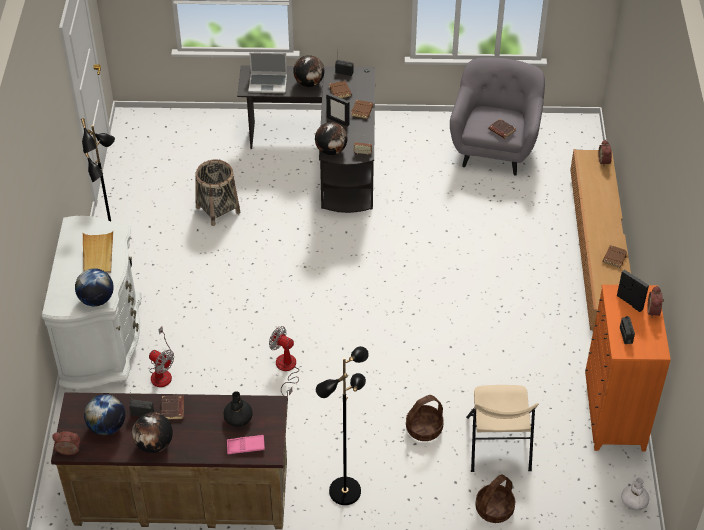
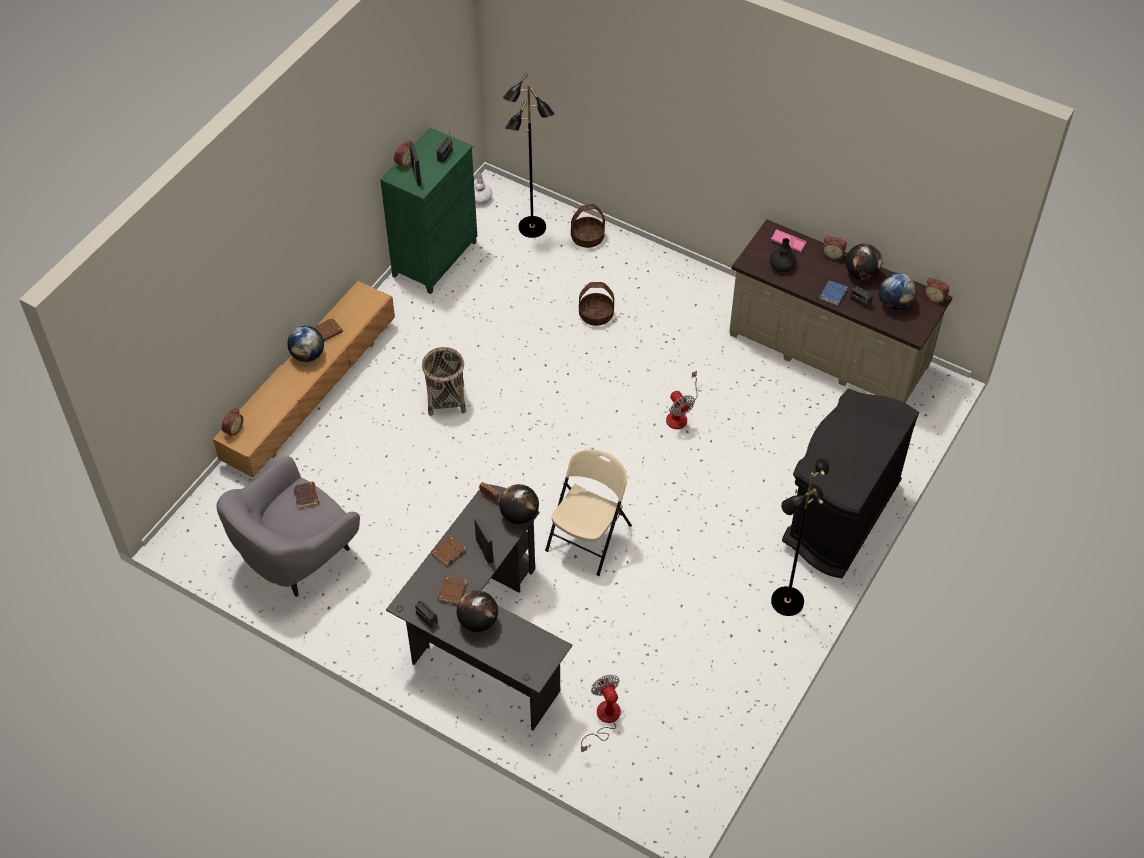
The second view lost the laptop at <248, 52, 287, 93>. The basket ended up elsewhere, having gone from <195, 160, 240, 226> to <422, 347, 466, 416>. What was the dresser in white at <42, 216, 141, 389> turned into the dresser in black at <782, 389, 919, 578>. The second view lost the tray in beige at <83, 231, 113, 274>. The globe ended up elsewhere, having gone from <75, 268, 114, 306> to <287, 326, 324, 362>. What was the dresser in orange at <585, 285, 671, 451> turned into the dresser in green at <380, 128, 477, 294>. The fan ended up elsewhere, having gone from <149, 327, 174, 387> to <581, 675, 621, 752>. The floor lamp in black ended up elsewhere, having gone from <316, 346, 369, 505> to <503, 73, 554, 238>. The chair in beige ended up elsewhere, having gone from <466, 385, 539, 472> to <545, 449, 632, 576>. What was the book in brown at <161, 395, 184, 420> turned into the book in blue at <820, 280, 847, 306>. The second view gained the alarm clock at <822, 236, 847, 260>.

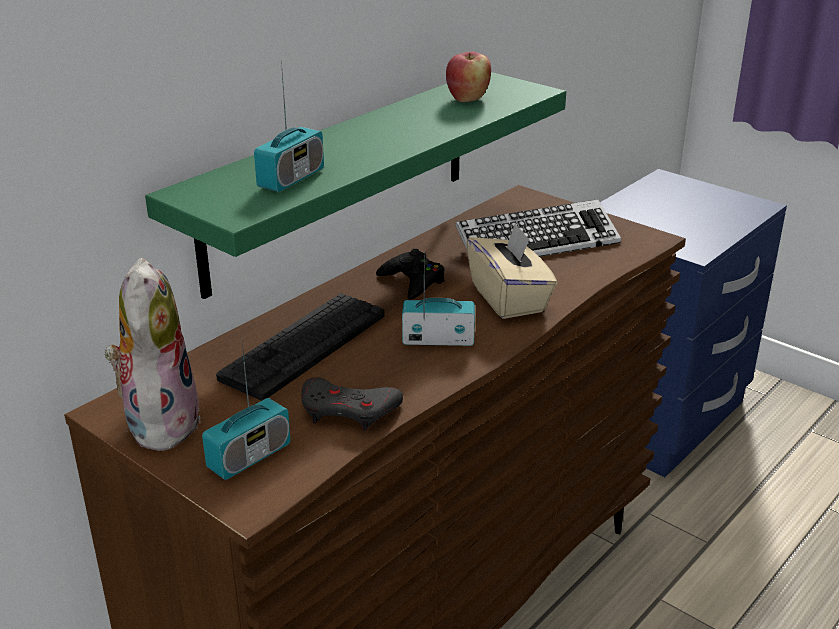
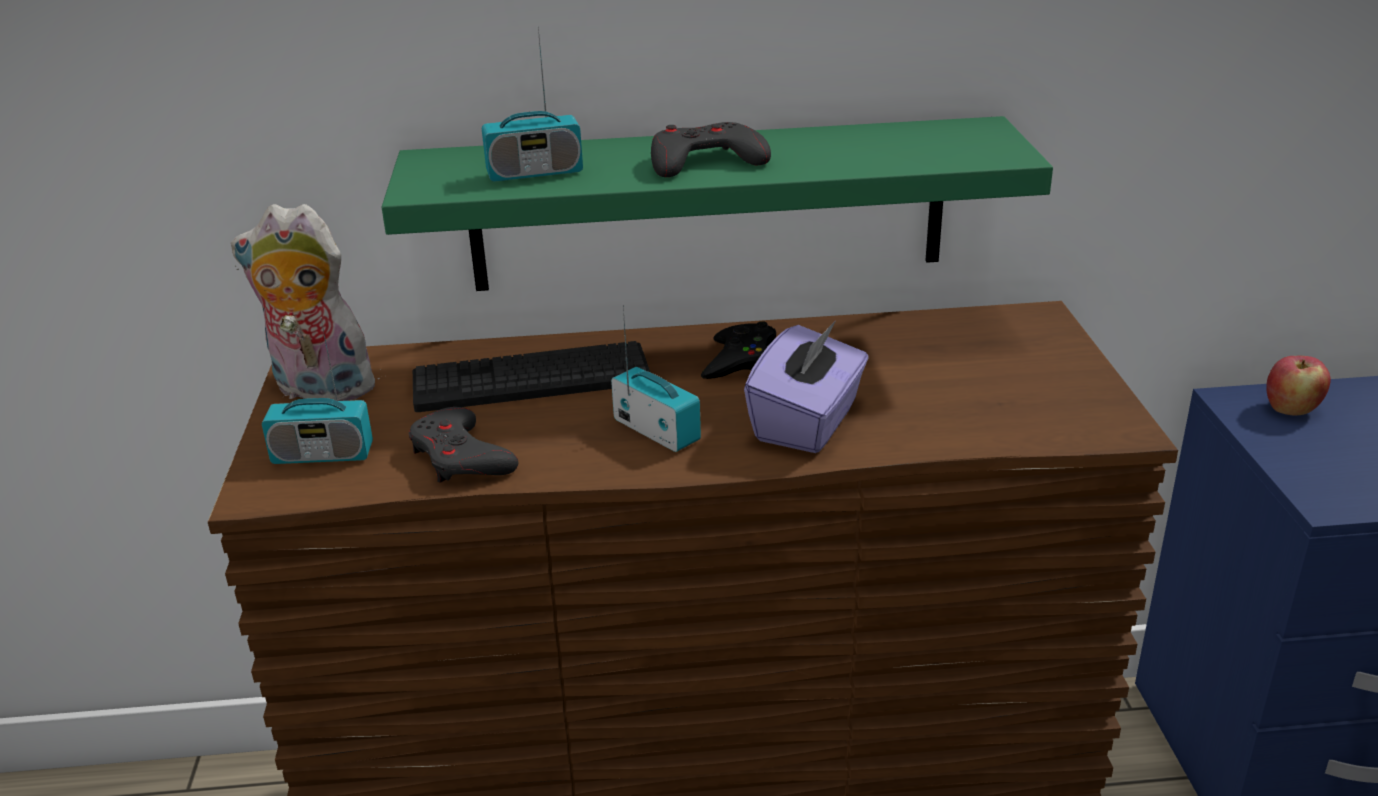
The apple ended up elsewhere, having gone from <446, 52, 491, 102> to <1266, 356, 1331, 416>. The second view lost the keyboard at <455, 199, 621, 257>. What was the tissue box in beige at <467, 222, 557, 319> turned into the tissue box in purple at <744, 321, 869, 453>. The plush toy at <105, 258, 201, 451> ended up facing another way, 120 degrees counterclockwise from before. The second view gained the game controller in grey at <651, 122, 771, 177>.

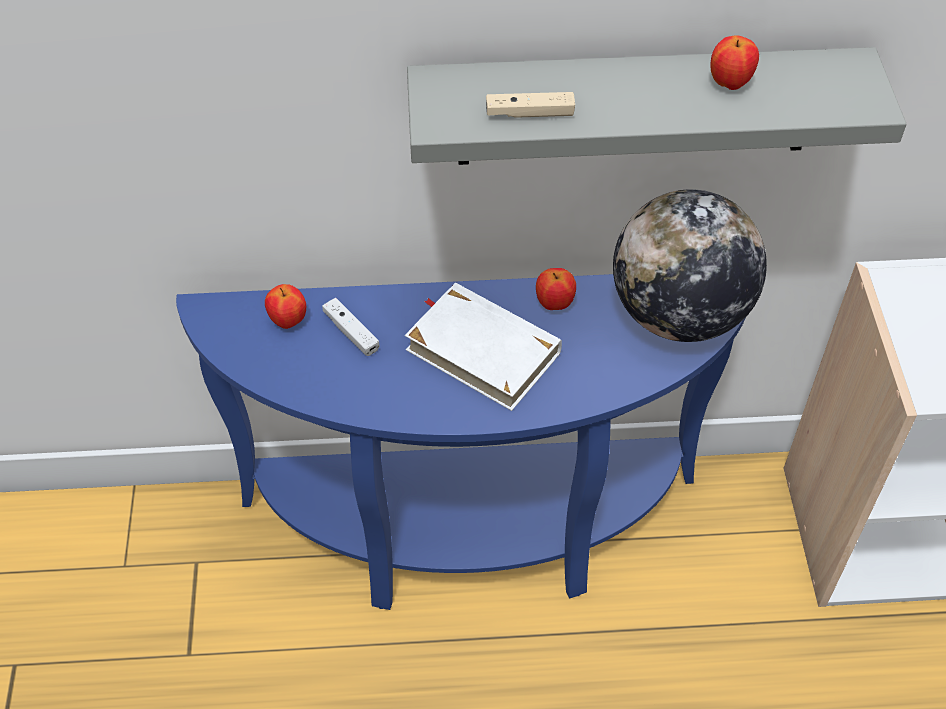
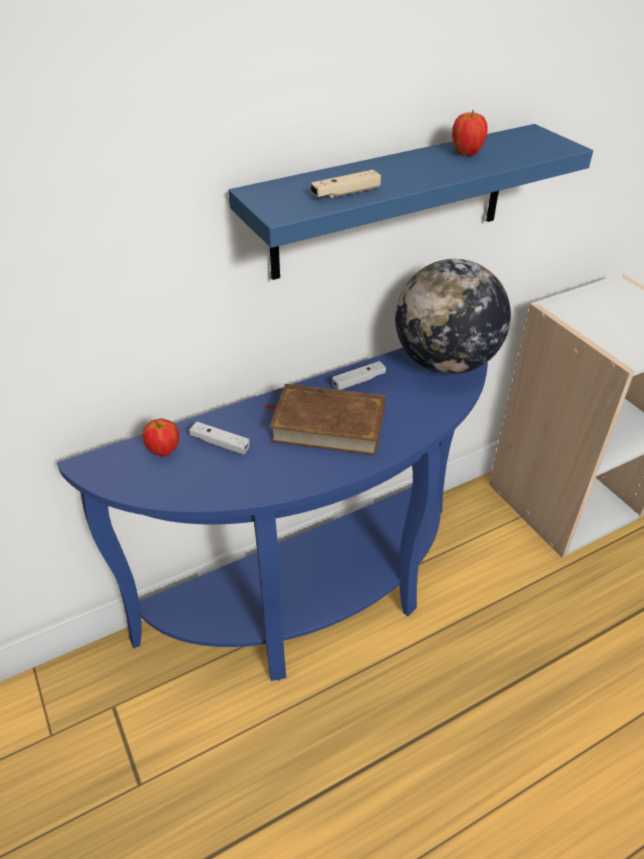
What was the shelf in grey at <407, 47, 906, 165> turned into the shelf in blue at <228, 124, 593, 280>. Where the apple stood at <536, 268, 576, 310>, the game controller in white came to stand at <332, 361, 386, 390>. What was the book in white at <405, 283, 562, 411> turned into the book in brown at <264, 384, 386, 455>.

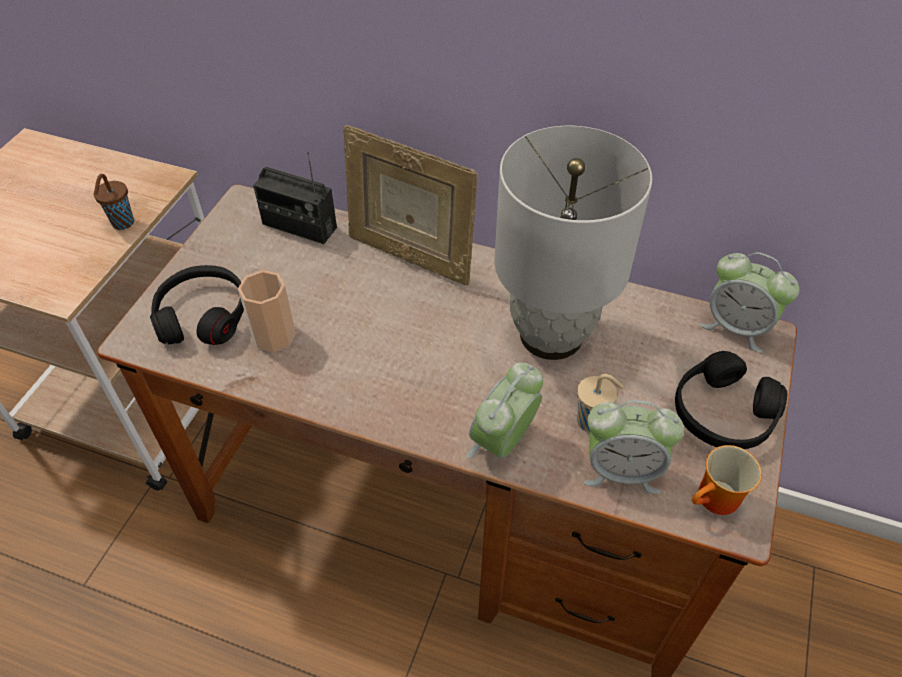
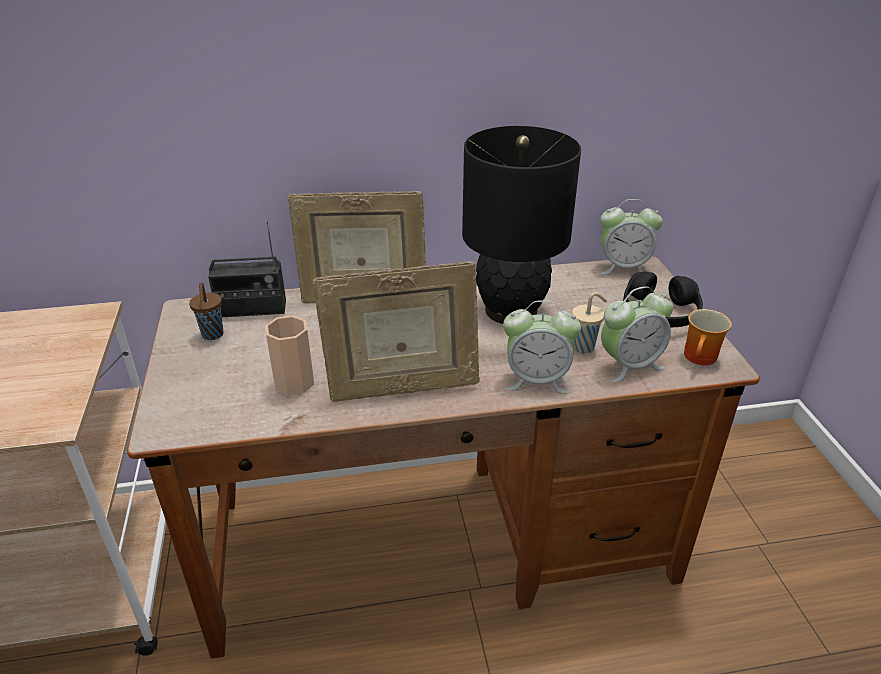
What was the table lamp in white at <494, 126, 652, 360> turned into the table lamp in black at <462, 126, 581, 324>. The cup in brown ended up elsewhere, having gone from <94, 174, 134, 230> to <189, 282, 223, 340>. The second view lost the headphones in black at <150, 265, 244, 345>. The alarm clock at <467, 363, 543, 459> ended up facing another way, 90 degrees counterclockwise from before. The second view gained the picture frame at <312, 261, 480, 402>.

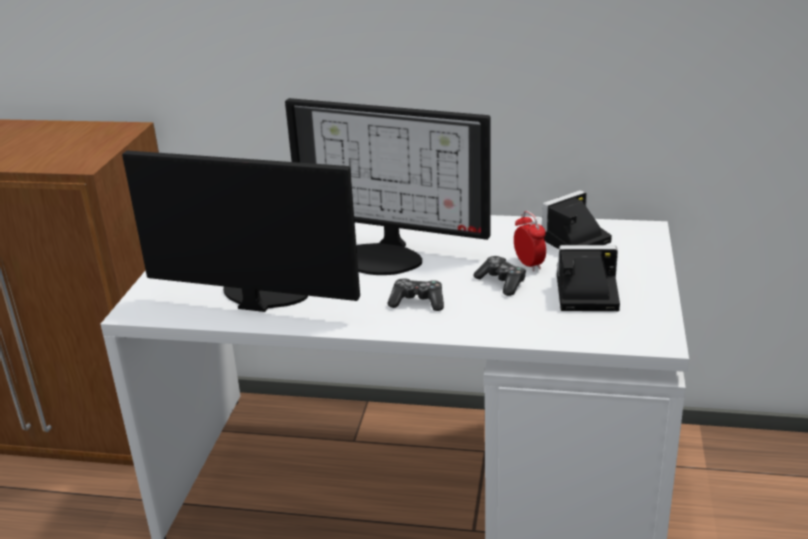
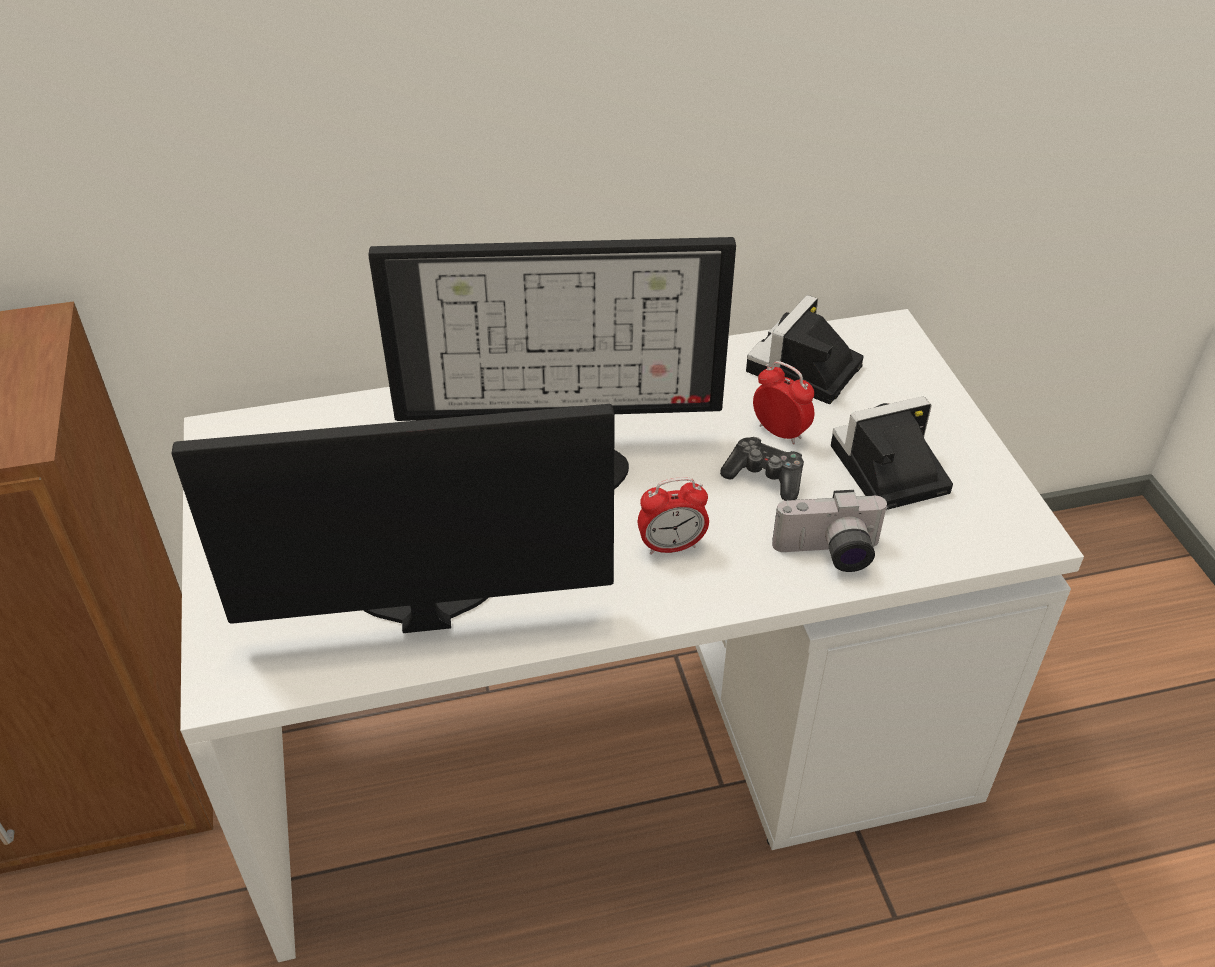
Where the game controller stood at <388, 278, 444, 311>, the alarm clock came to stand at <638, 477, 709, 555>. The second view gained the photo camera at <772, 490, 889, 572>.

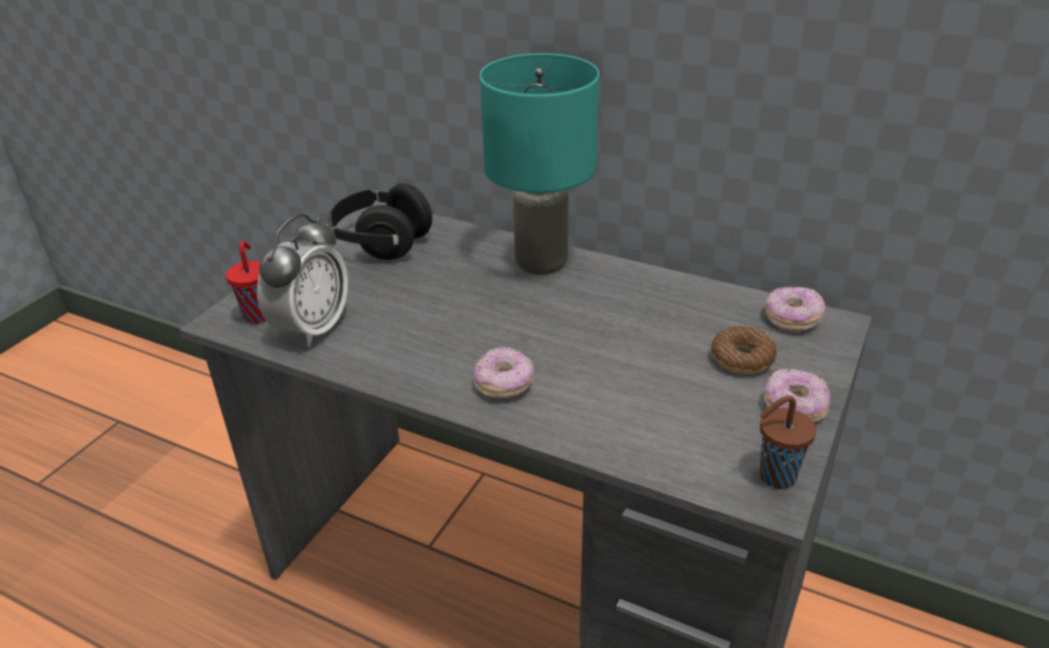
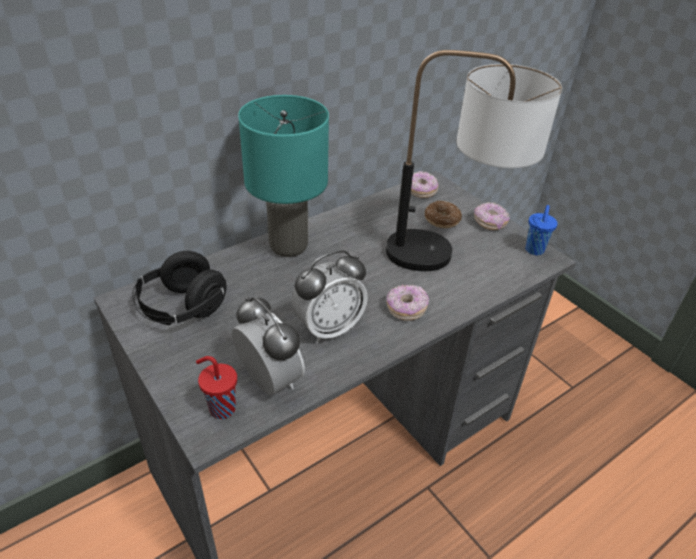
What was the cup in brown at <759, 396, 816, 489> turned into the cup in blue at <525, 205, 558, 255>. The second view gained the table lamp at <386, 50, 562, 271>. The second view gained the alarm clock at <291, 250, 368, 343>.

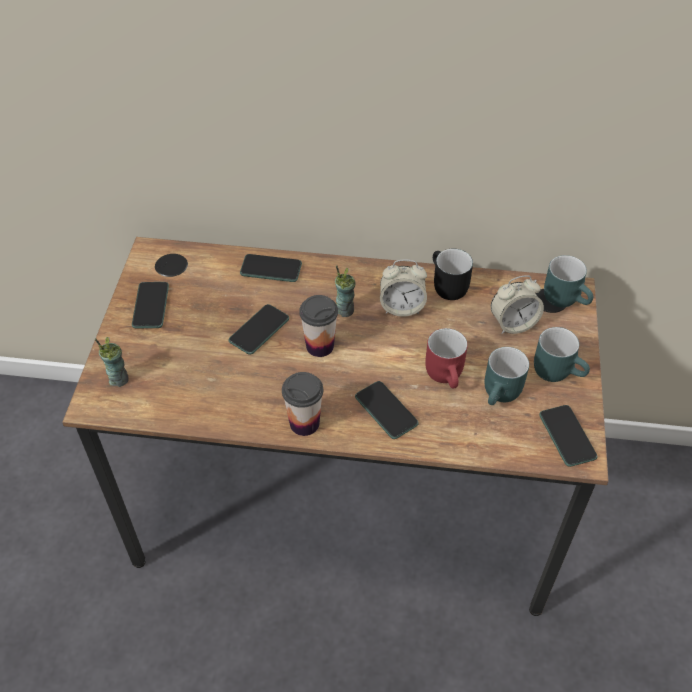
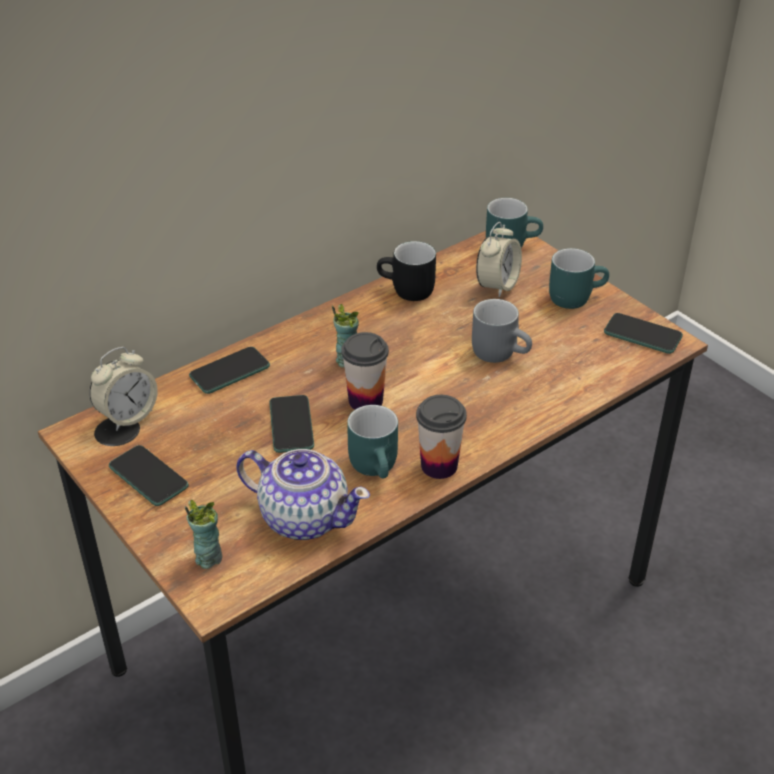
The alarm clock ended up elsewhere, having gone from <380, 259, 427, 317> to <89, 347, 158, 431>. What was the mug in red at <425, 328, 468, 389> turned into the mug in grey at <472, 299, 532, 363>. The mug in turquoise ended up elsewhere, having gone from <484, 347, 529, 405> to <347, 405, 398, 478>. The second view lost the phone at <355, 381, 419, 439>. The second view gained the teapot at <236, 449, 370, 540>.

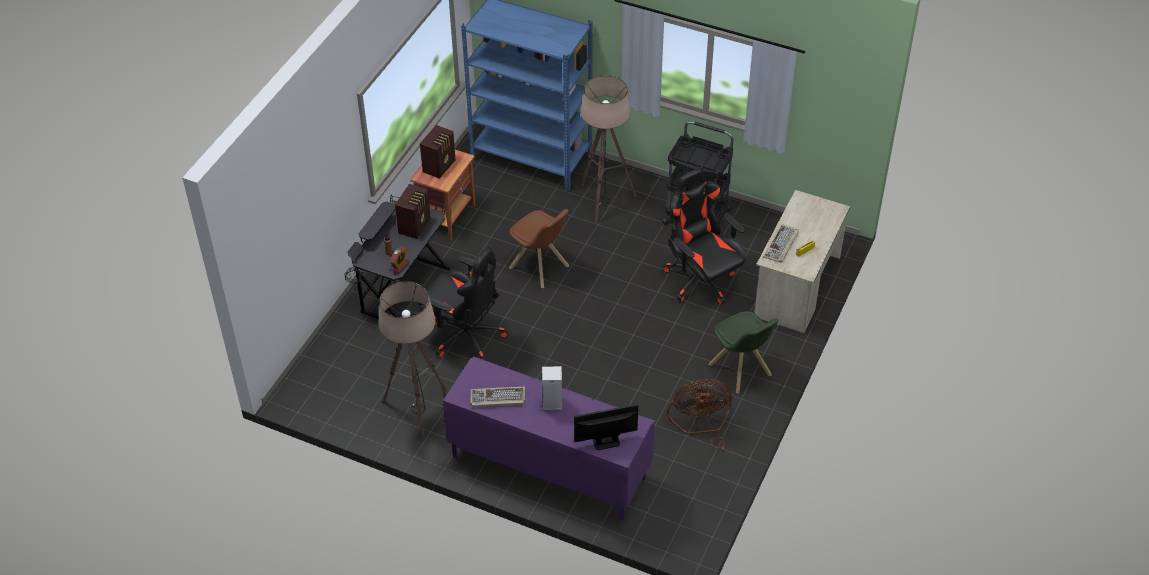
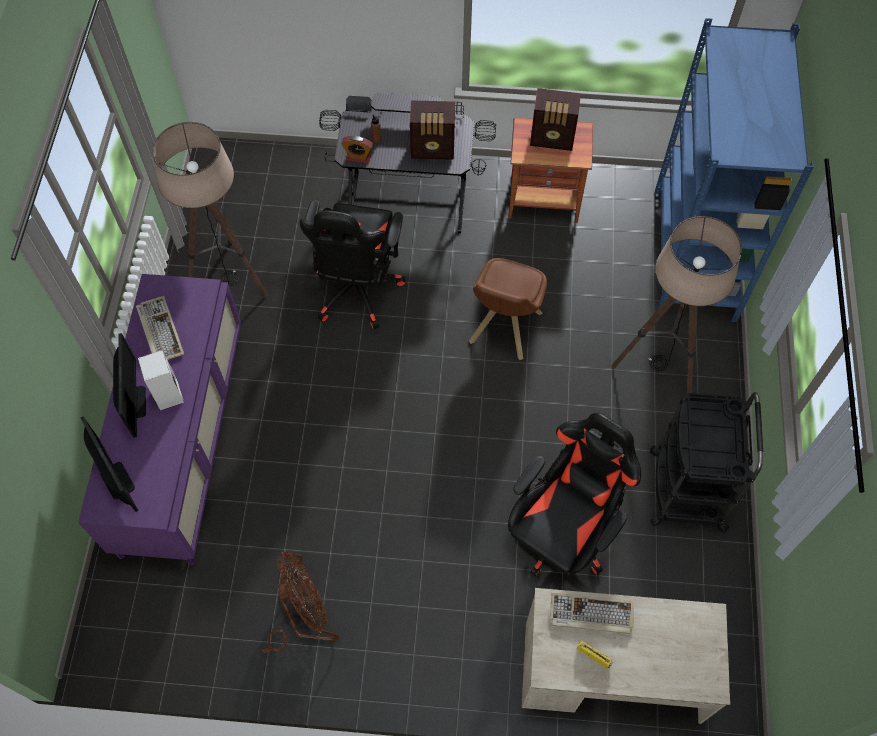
The second view lost the chair in green at <709, 311, 778, 394>. The second view gained the monitor at <113, 333, 146, 438>.

